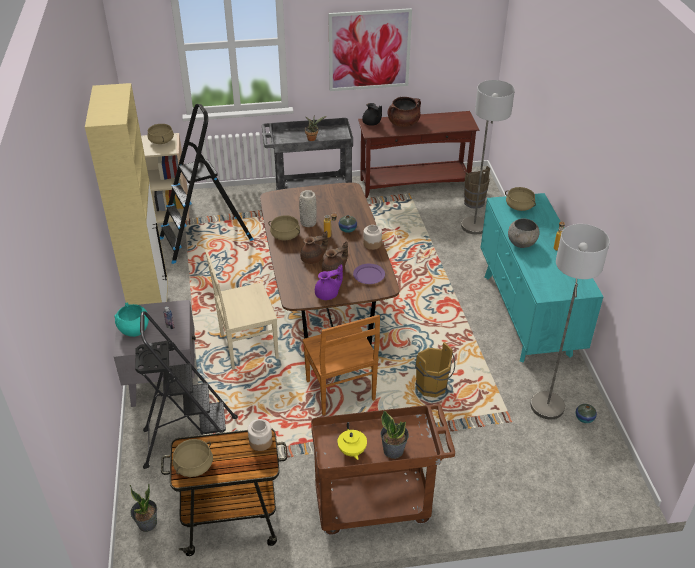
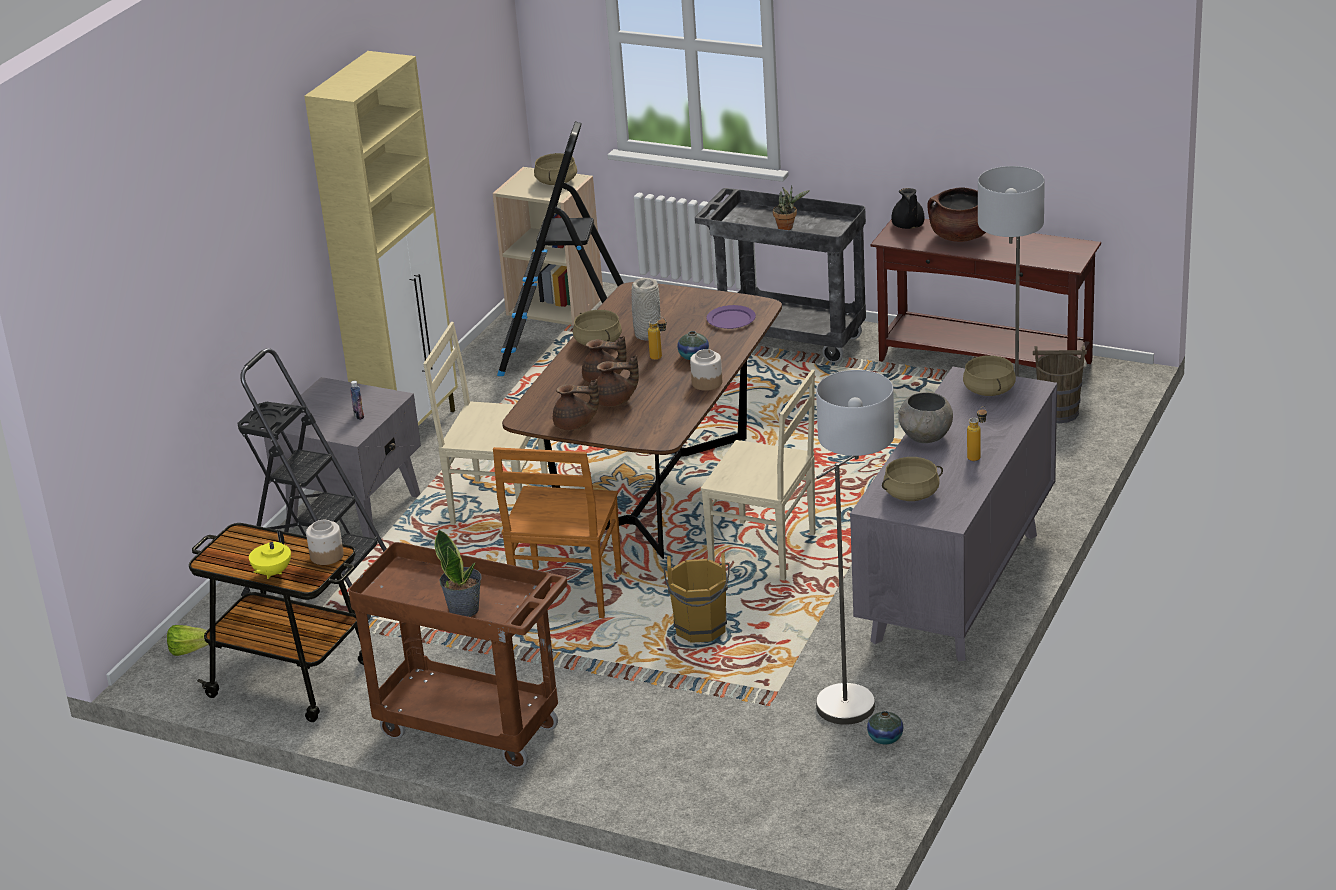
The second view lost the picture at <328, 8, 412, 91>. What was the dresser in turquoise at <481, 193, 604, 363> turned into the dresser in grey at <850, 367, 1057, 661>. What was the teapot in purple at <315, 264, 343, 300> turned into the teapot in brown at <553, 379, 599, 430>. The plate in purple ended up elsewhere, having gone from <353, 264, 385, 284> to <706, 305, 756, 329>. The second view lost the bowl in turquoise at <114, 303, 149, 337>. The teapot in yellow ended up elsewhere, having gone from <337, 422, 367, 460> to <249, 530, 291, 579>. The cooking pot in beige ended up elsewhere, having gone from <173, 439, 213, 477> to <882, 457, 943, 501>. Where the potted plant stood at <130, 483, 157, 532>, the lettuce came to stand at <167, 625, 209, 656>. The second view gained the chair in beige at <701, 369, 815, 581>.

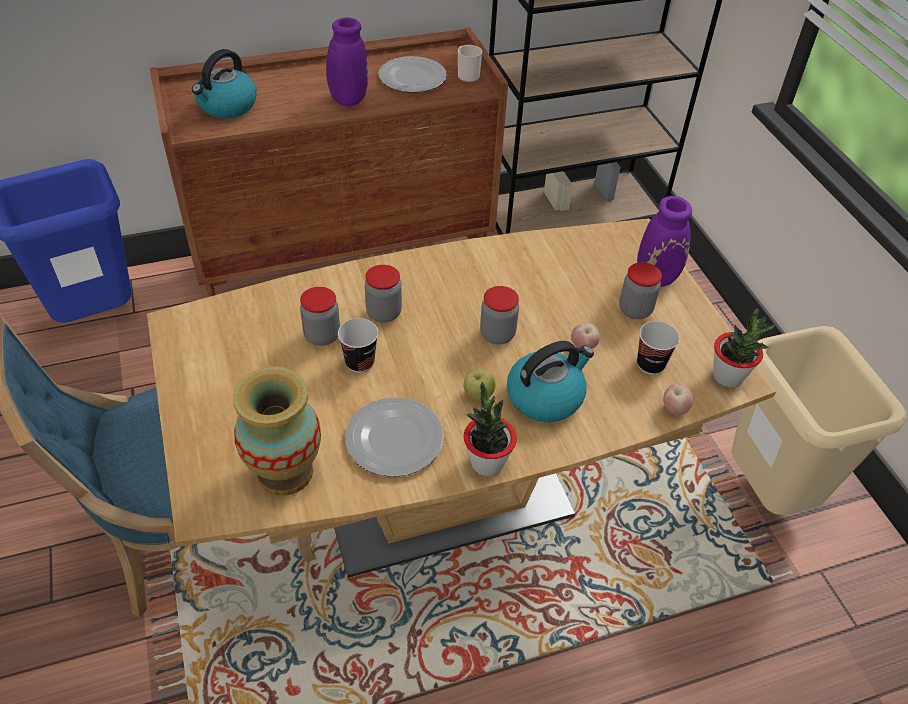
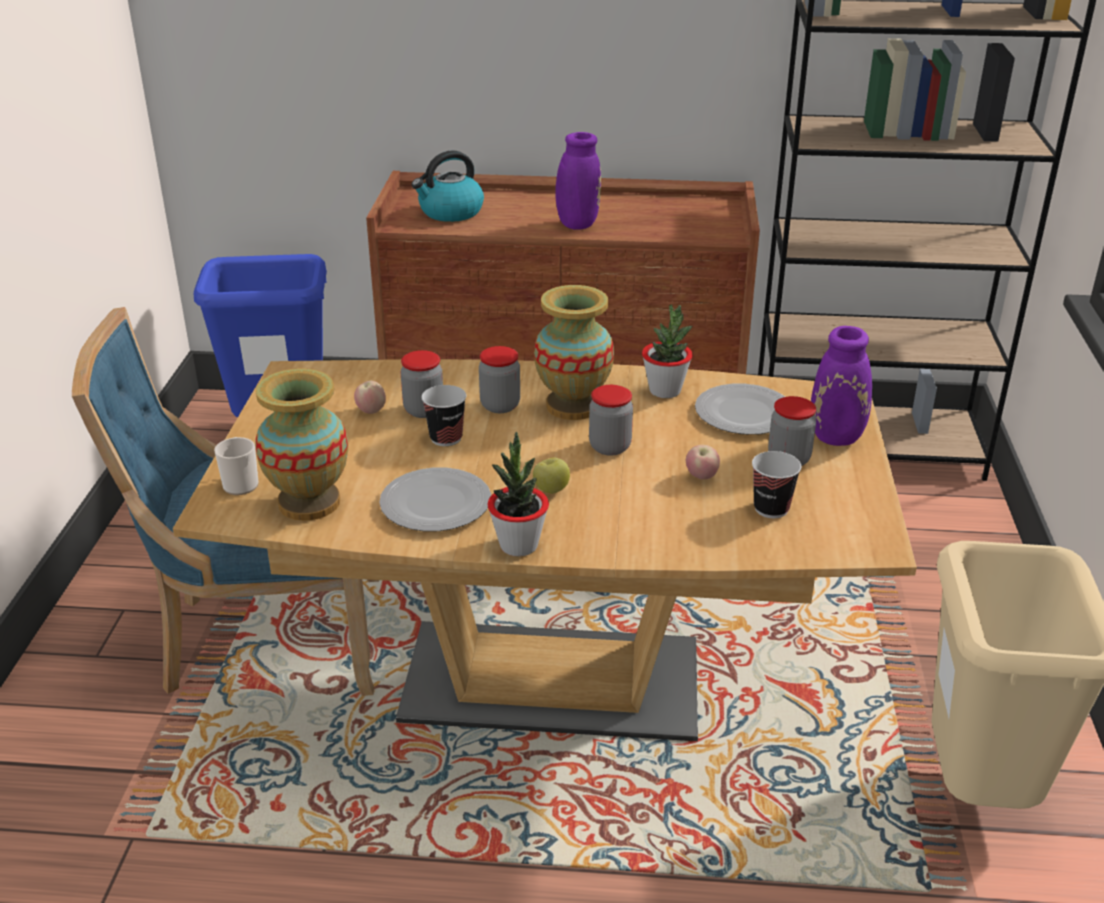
The mug ended up elsewhere, having gone from <458, 45, 482, 82> to <214, 437, 259, 495>. The plate ended up elsewhere, having gone from <378, 56, 447, 93> to <695, 384, 785, 435>. The potted plant ended up elsewhere, having gone from <713, 309, 775, 387> to <642, 304, 693, 398>. The second view lost the kettle at <507, 341, 594, 422>. The apple ended up elsewhere, having gone from <663, 384, 693, 415> to <354, 381, 386, 414>. The second view gained the vase at <534, 285, 614, 420>.

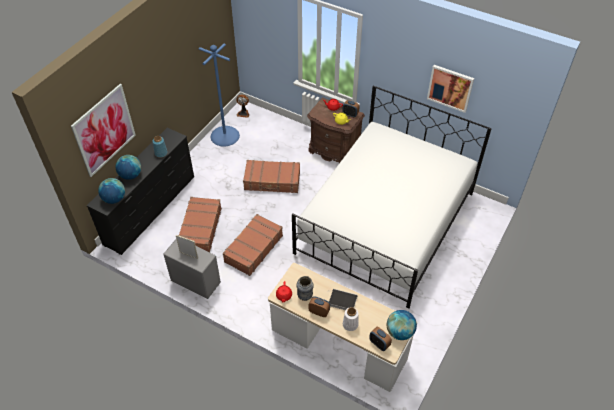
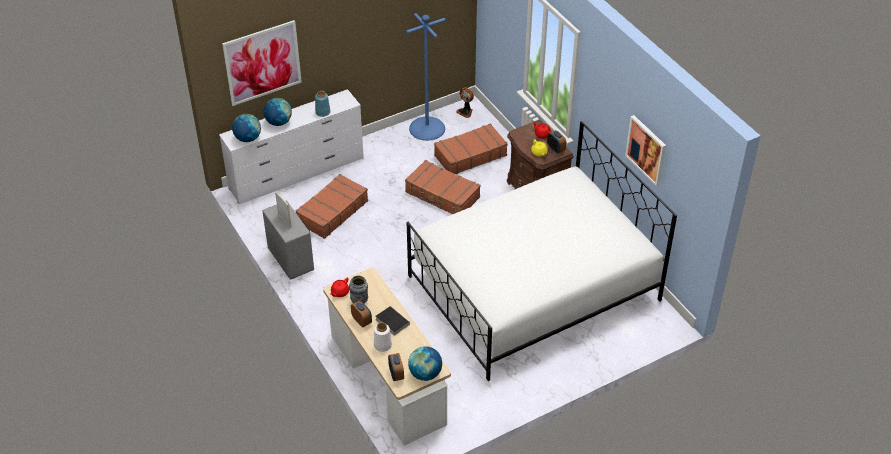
What was the dresser in black at <87, 128, 194, 255> turned into the dresser in white at <219, 89, 364, 204>. The suitcase in brown ended up elsewhere, having gone from <223, 214, 283, 276> to <434, 123, 508, 174>.

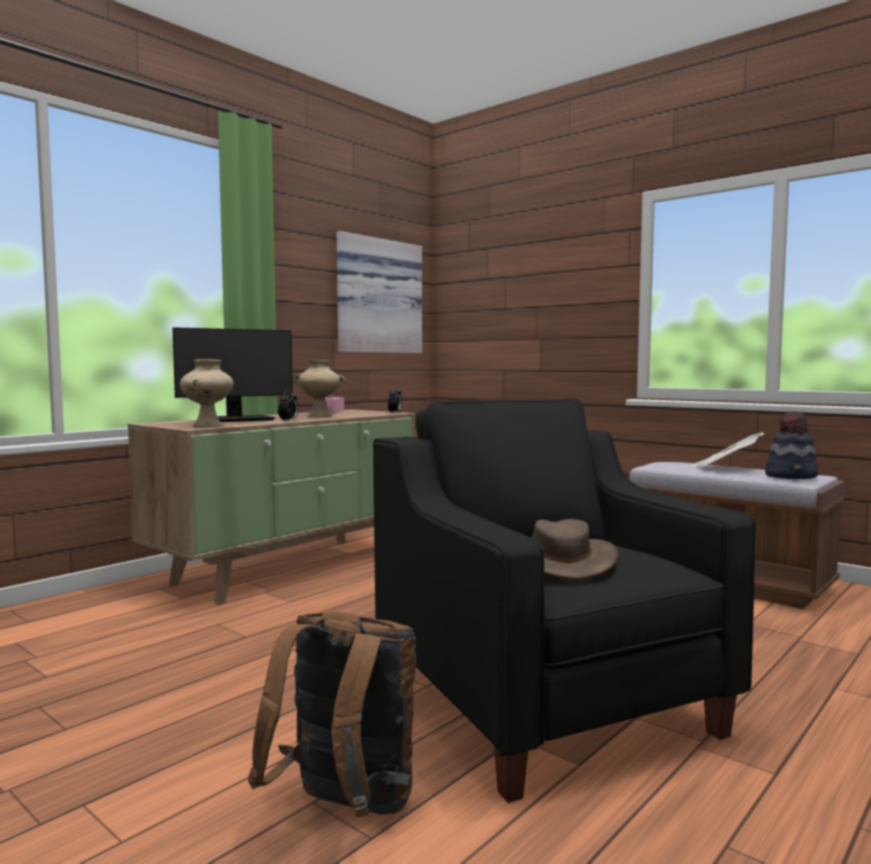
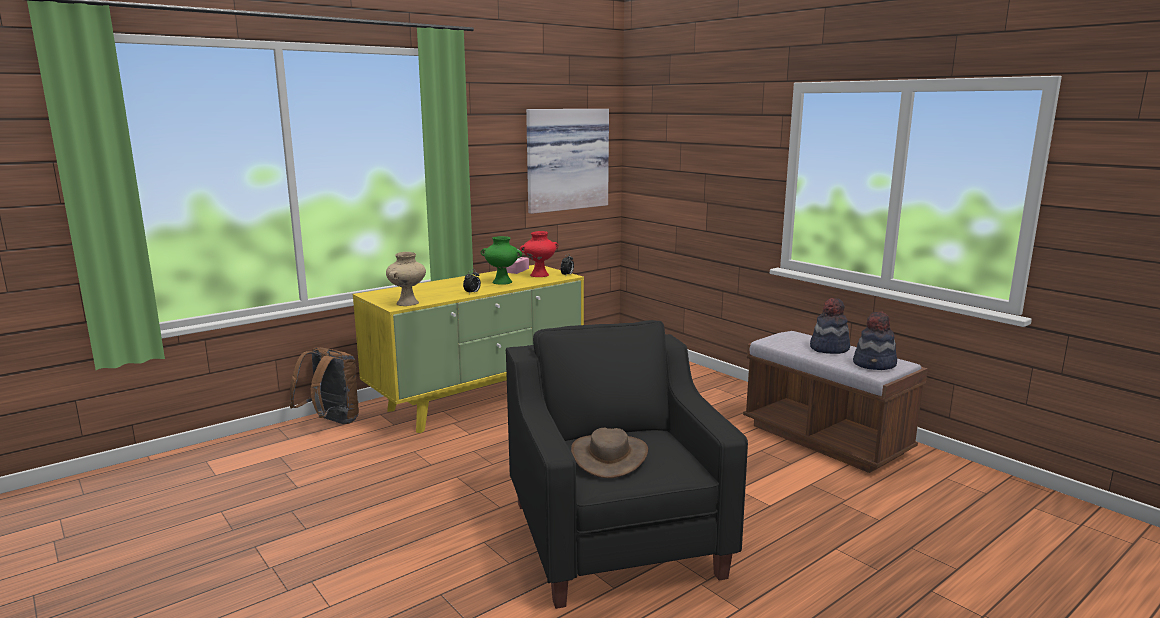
The second view lost the monitor at <172, 327, 293, 422>. What was the vase in beige at <293, 360, 345, 417> turned into the vase in green at <481, 236, 522, 285>. What was the dresser in green at <128, 409, 415, 605> turned into the dresser in yellow at <353, 265, 584, 433>. Where the newspaper stood at <692, 432, 764, 467>, the hat came to stand at <810, 298, 850, 354>. The backpack in brown ended up elsewhere, having gone from <248, 612, 416, 817> to <289, 347, 359, 424>. The second view gained the vase in red at <520, 231, 559, 277>.

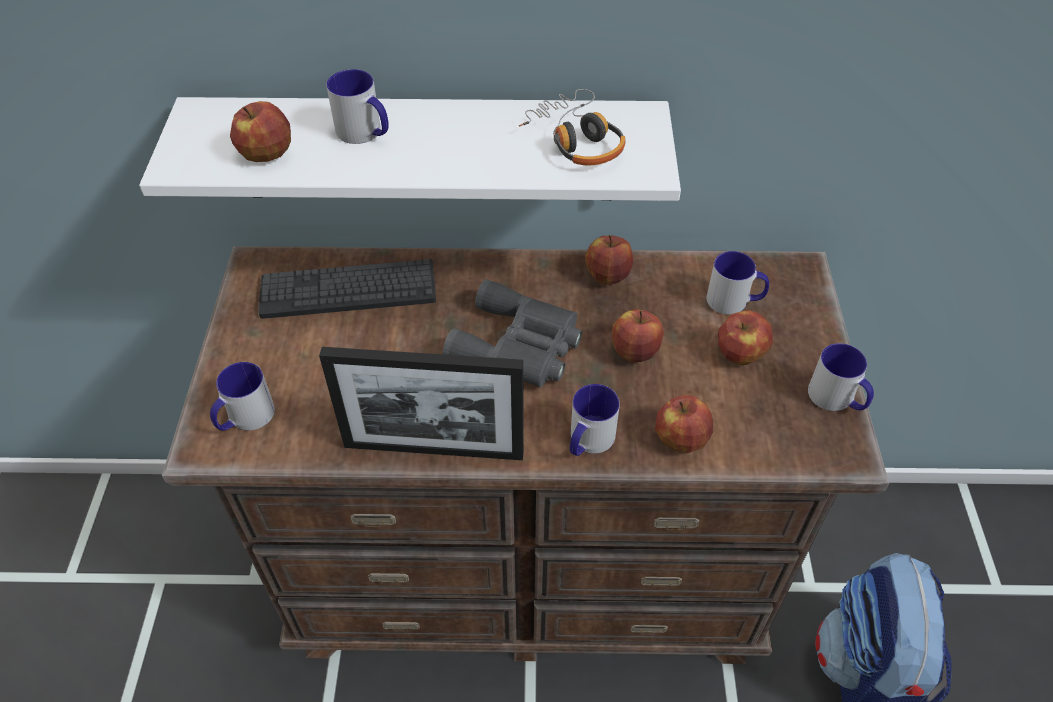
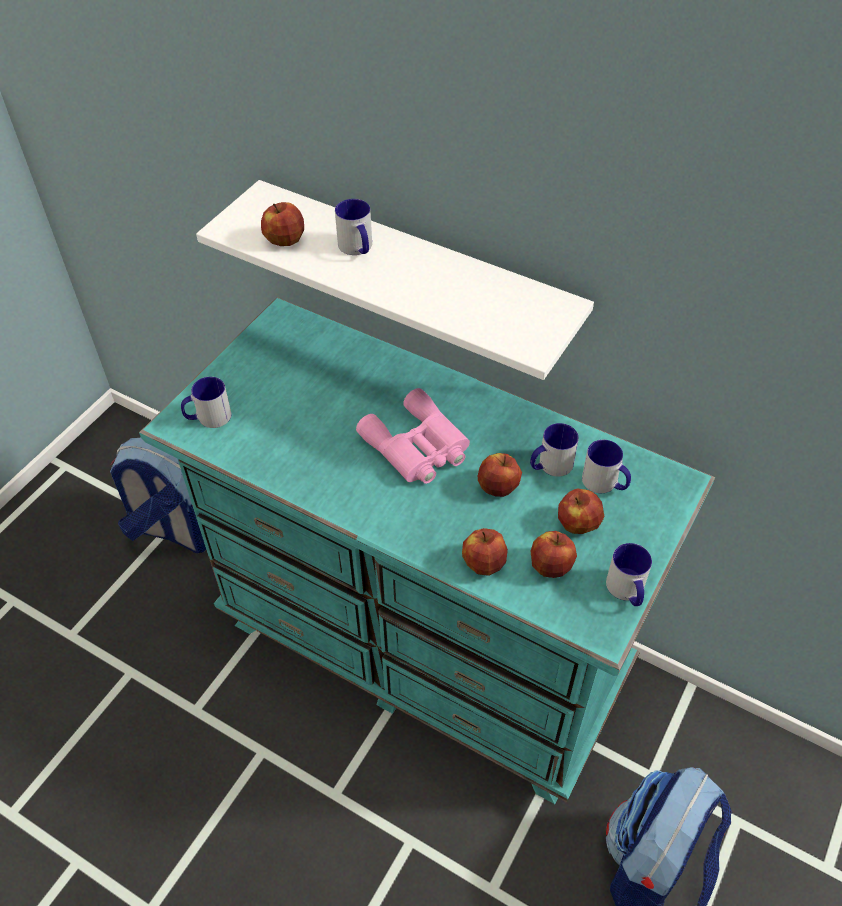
The second view lost the headphones at <519, 89, 626, 165>. The apple ended up elsewhere, having gone from <585, 235, 633, 285> to <530, 531, 577, 578>. What was the dresser in brown at <162, 246, 889, 664> turned into the dresser in turquoise at <139, 297, 715, 804>. The second view lost the keyboard at <258, 259, 436, 319>. What was the binoculars in grey at <443, 279, 582, 388> turned into the binoculars in pink at <356, 388, 470, 484>. The second view lost the picture frame at <319, 347, 524, 460>. The mug ended up elsewhere, having gone from <570, 384, 620, 456> to <530, 423, 579, 477>. The second view gained the backpack at <110, 438, 206, 553>.

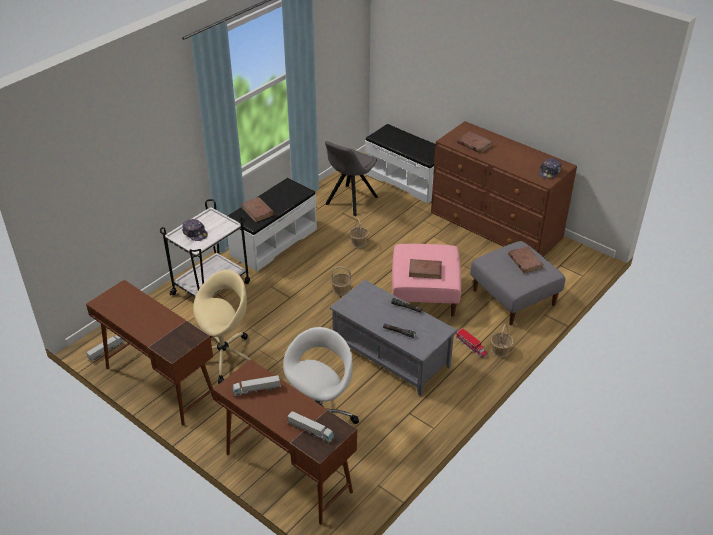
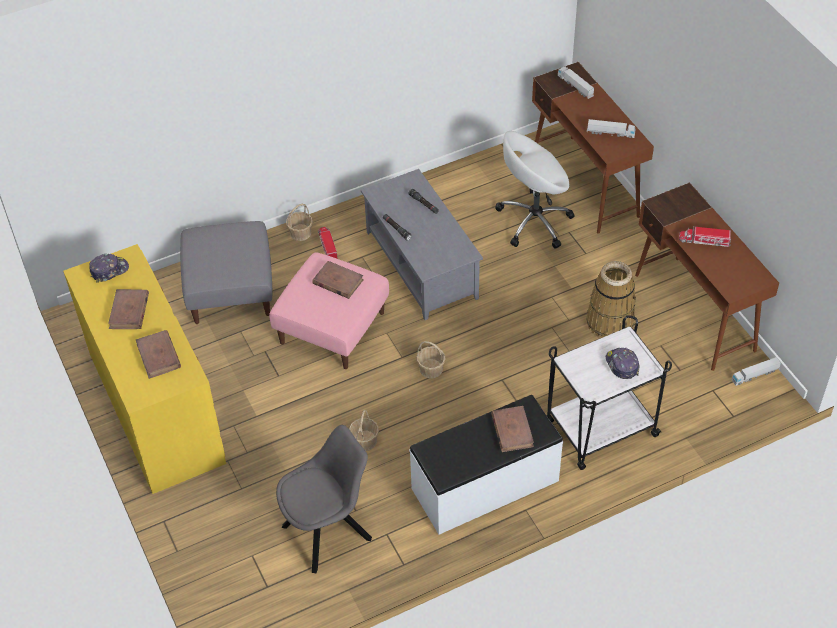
What was the dresser in brown at <431, 121, 577, 257> turned into the dresser in yellow at <63, 244, 226, 494>. The second view lost the bench in white at <365, 124, 436, 203>. The book in brown ended up elsewhere, having gone from <508, 246, 544, 274> to <108, 289, 149, 329>. Where the office chair in beige stood at <193, 270, 250, 384>, the basket came to stand at <586, 261, 636, 338>. The second view gained the toy truck at <679, 227, 731, 247>.

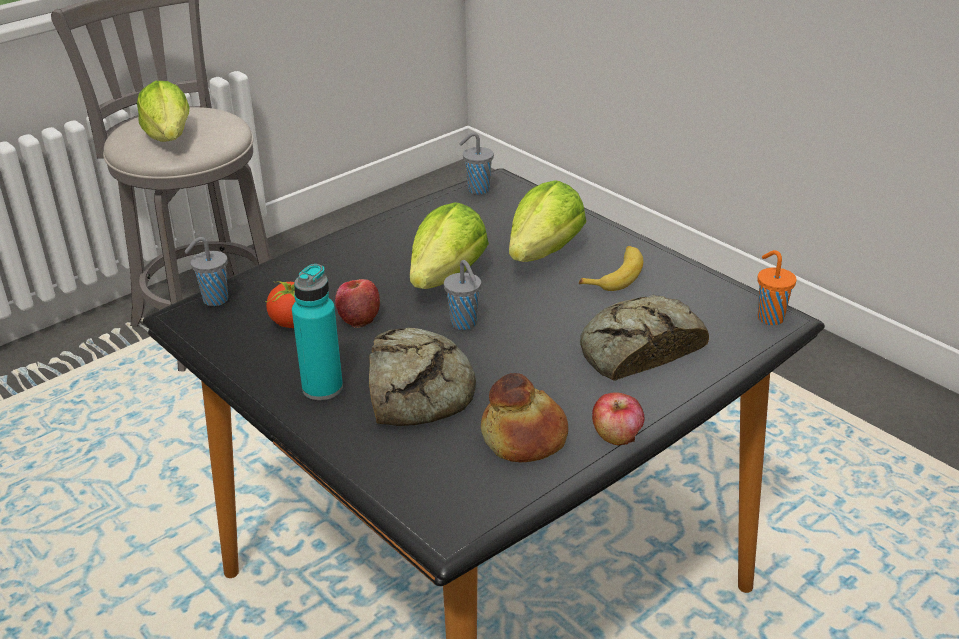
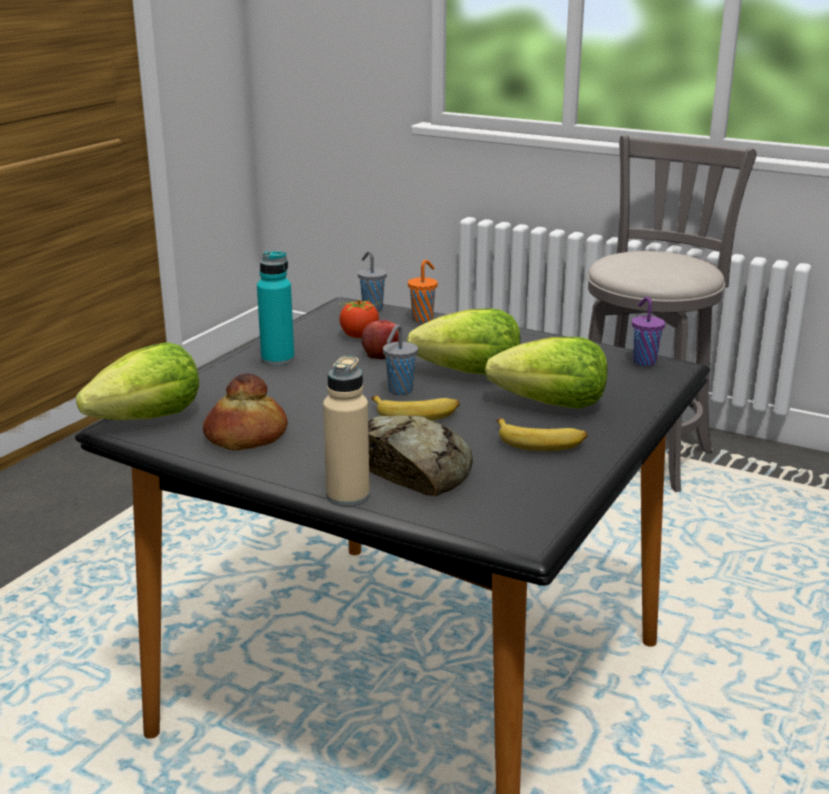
The lettuce ended up elsewhere, having gone from <137, 81, 189, 142> to <76, 342, 199, 420>. What was the cup in grey at <459, 133, 494, 195> turned into the cup in purple at <632, 297, 665, 366>. The cup in orange ended up elsewhere, having gone from <757, 250, 797, 325> to <408, 260, 438, 322>. The second view lost the bread at <369, 327, 476, 426>. The second view lost the apple at <592, 392, 645, 446>. The second view gained the bottle in beige at <323, 356, 370, 507>. The second view gained the banana at <371, 395, 460, 421>.

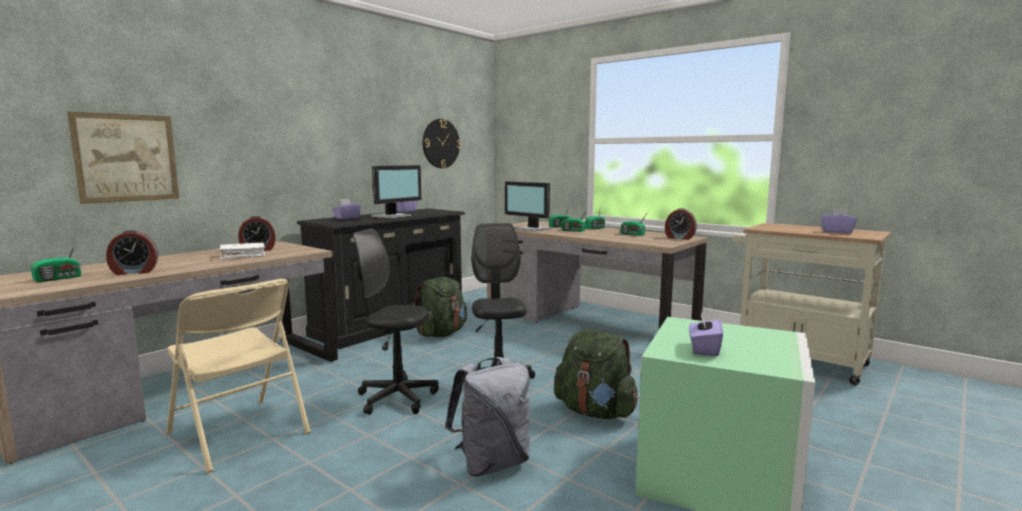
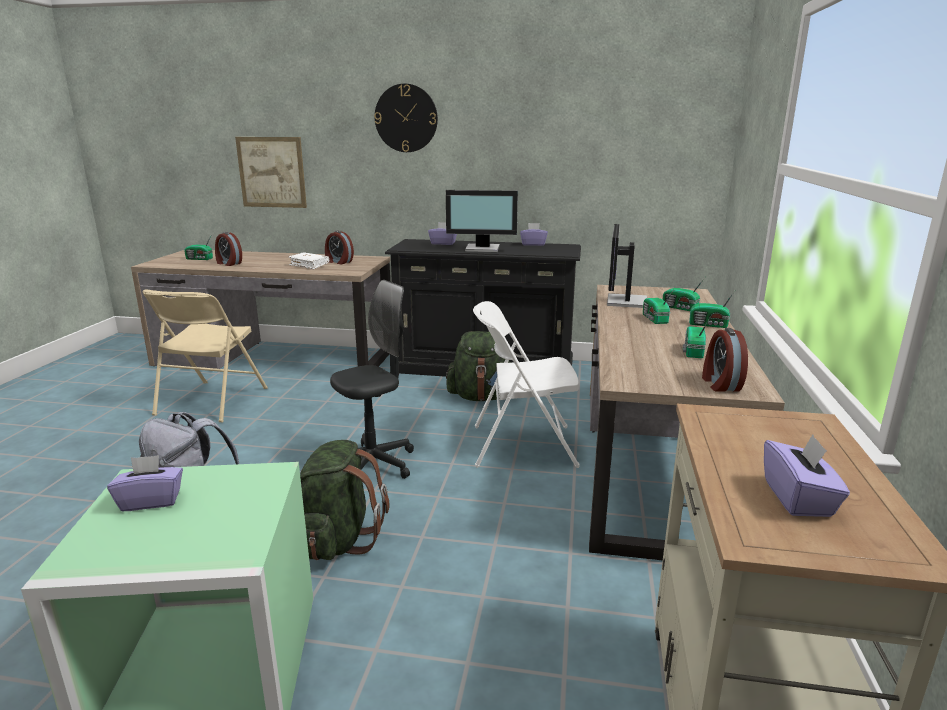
The wall clock ended up elsewhere, having gone from <423, 119, 461, 168> to <374, 84, 438, 152>. The second view lost the office chair in black at <353, 229, 439, 415>. The second view gained the chair in white at <473, 301, 580, 468>.

